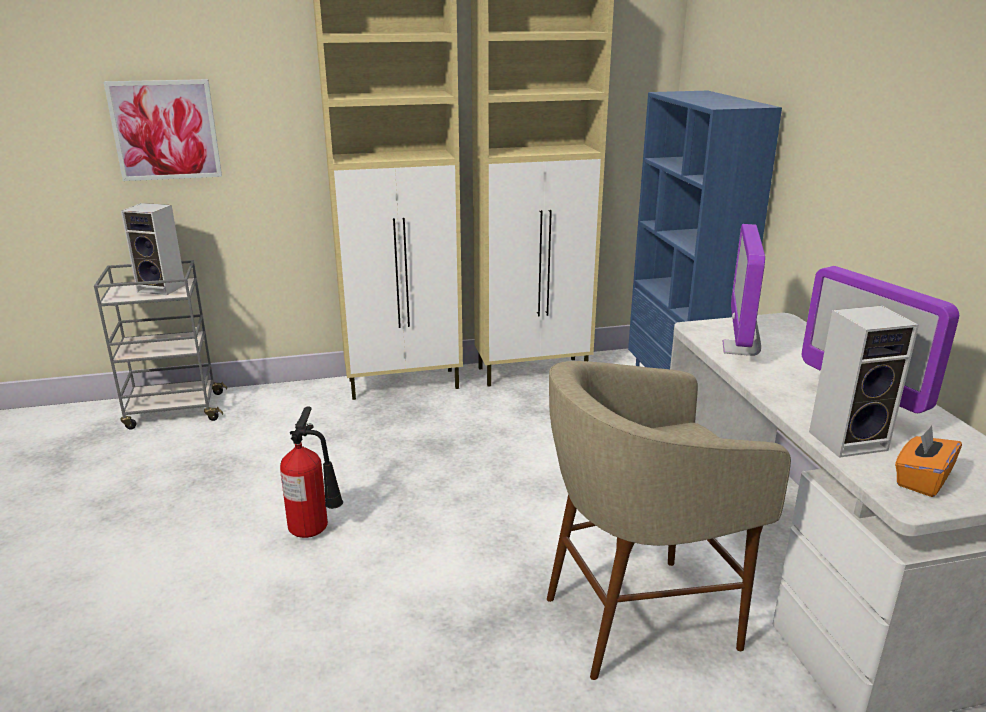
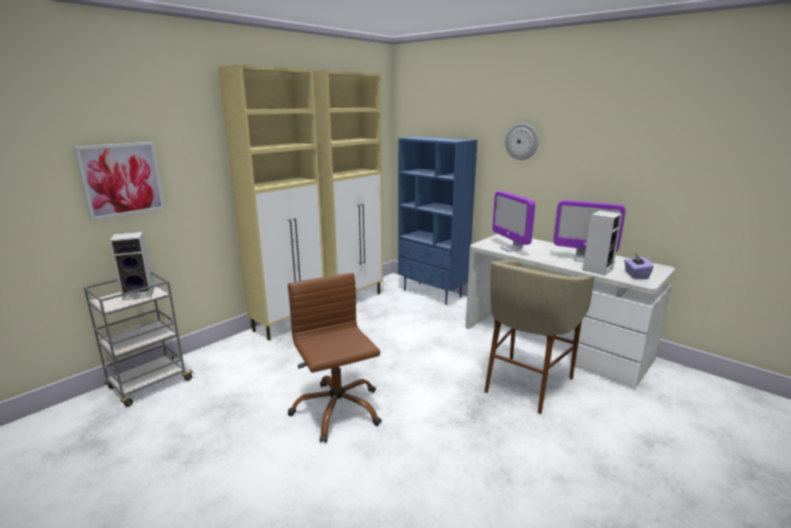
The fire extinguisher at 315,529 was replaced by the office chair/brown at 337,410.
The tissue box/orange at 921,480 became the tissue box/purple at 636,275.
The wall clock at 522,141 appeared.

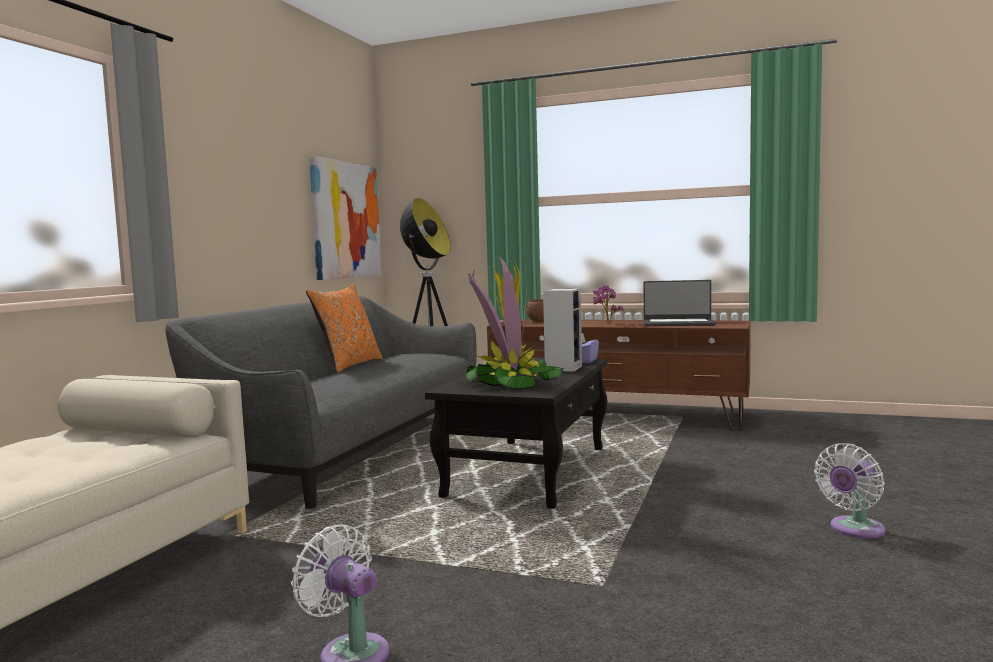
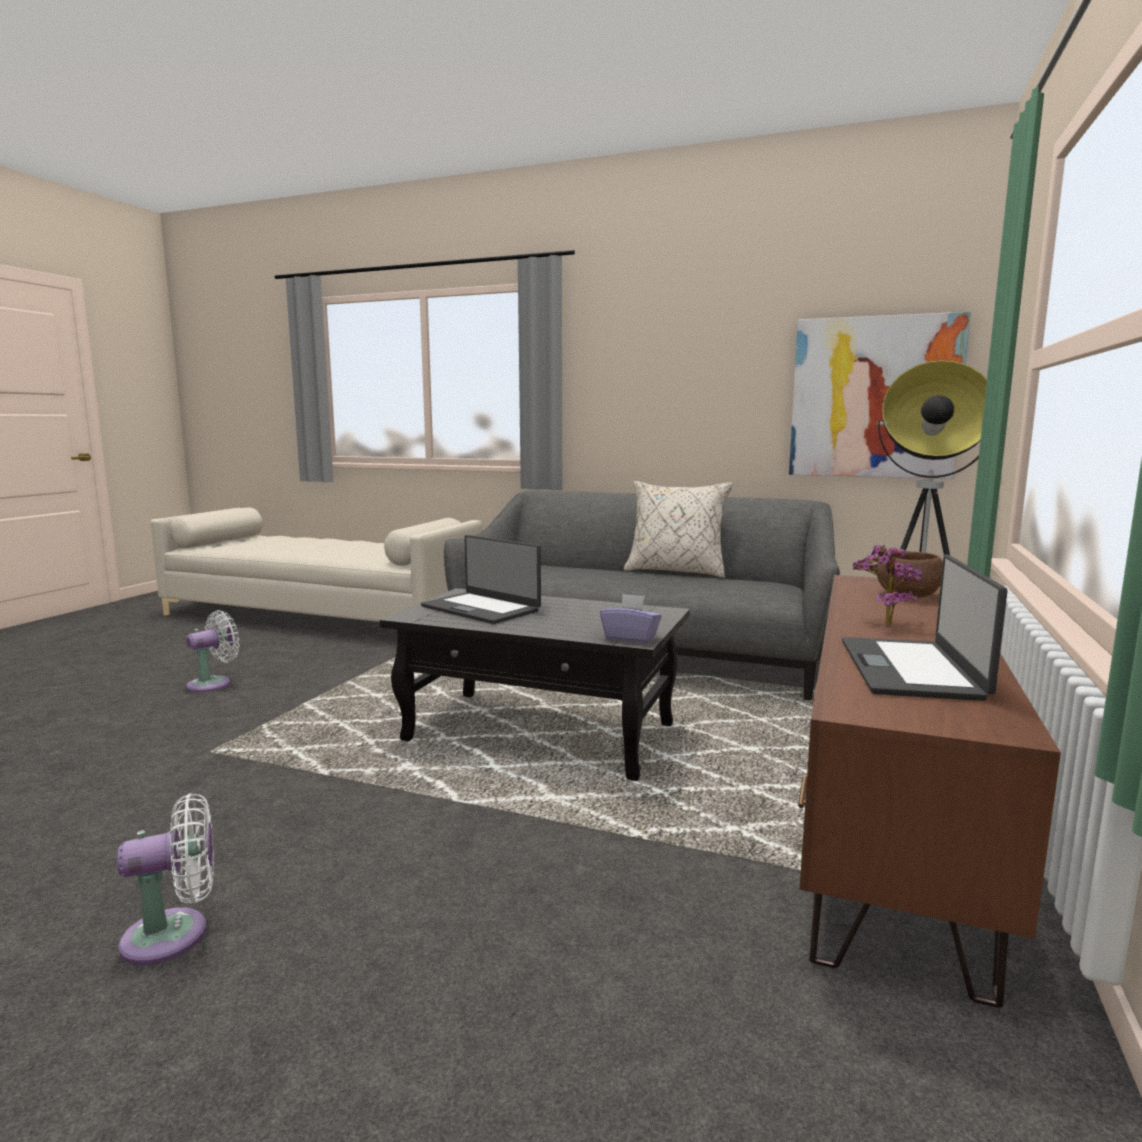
The pillow/orange at 348,366 became the pillow/beige at 676,572.
The potted plant at 510,382 was replaced by the laptop at 481,608.
The speaker at 563,368 disappeared.
The fan/white at 854,530 turned 105 degrees clockwise.

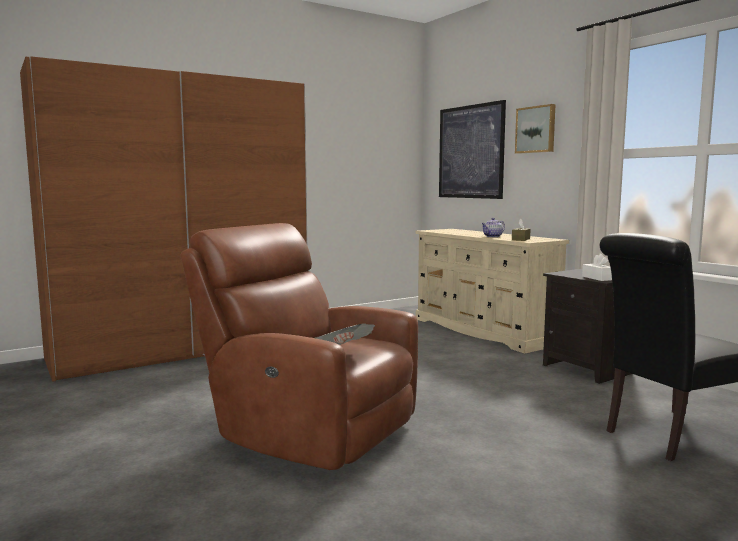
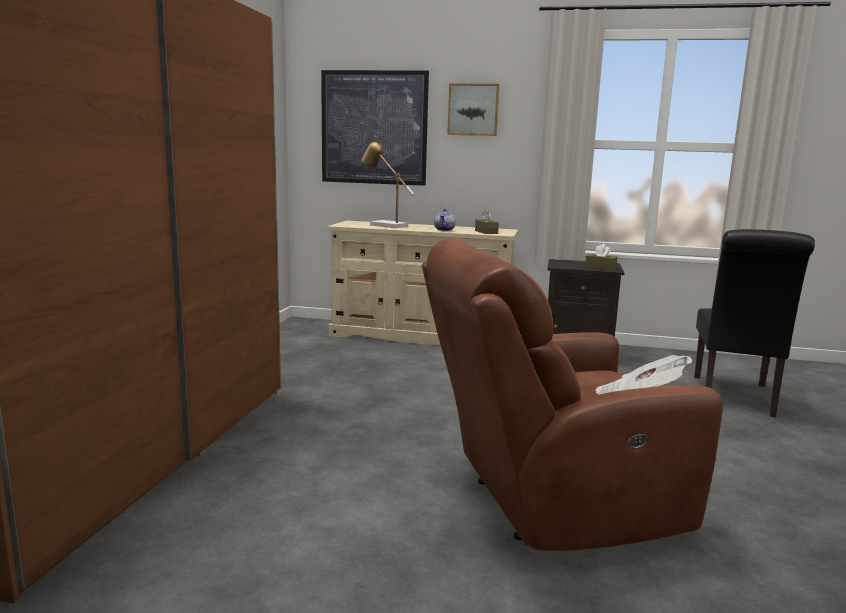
The tissue box/white at 597,278 became the tissue box/brown at 600,268.
The table lamp at 384,225 appeared.

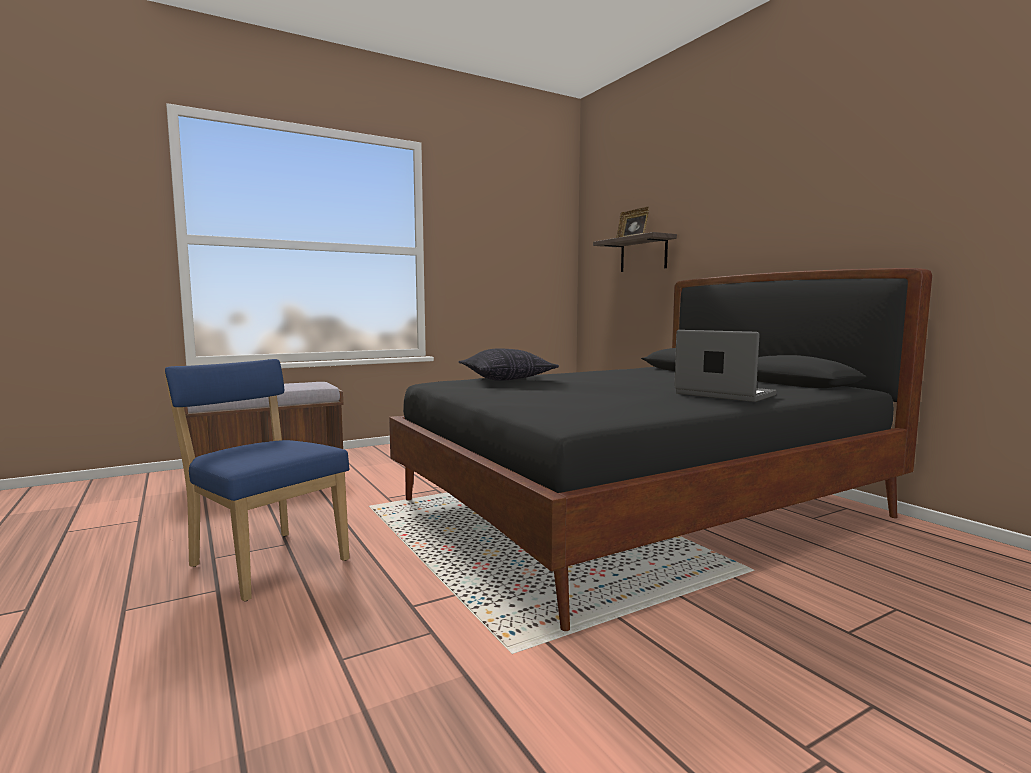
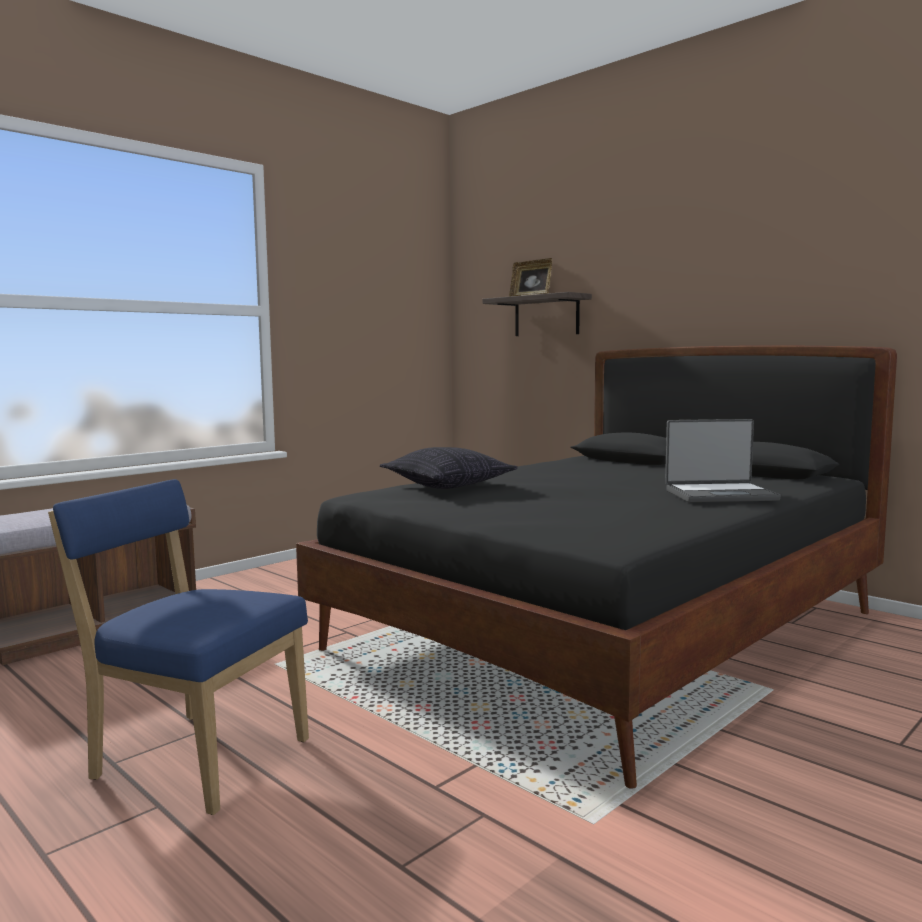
The laptop at 723,394 turned 150 degrees clockwise.

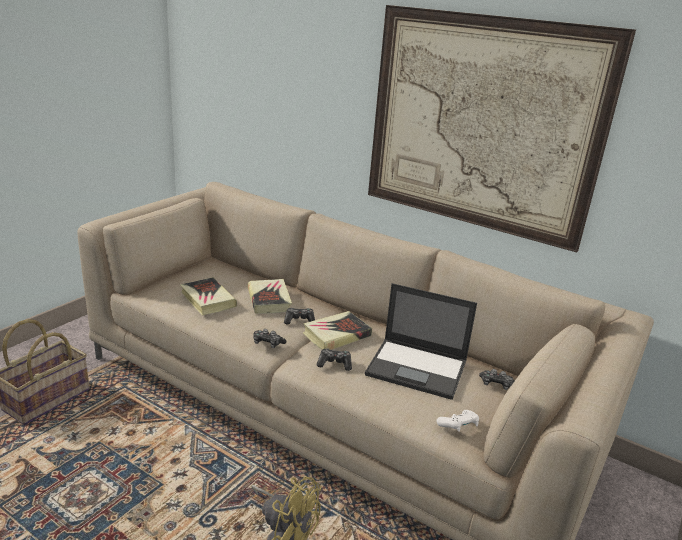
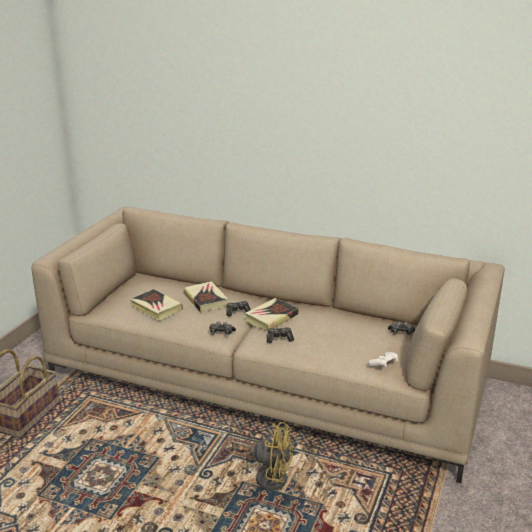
The laptop at 418,368 disappeared.
The picture at 481,125 disappeared.

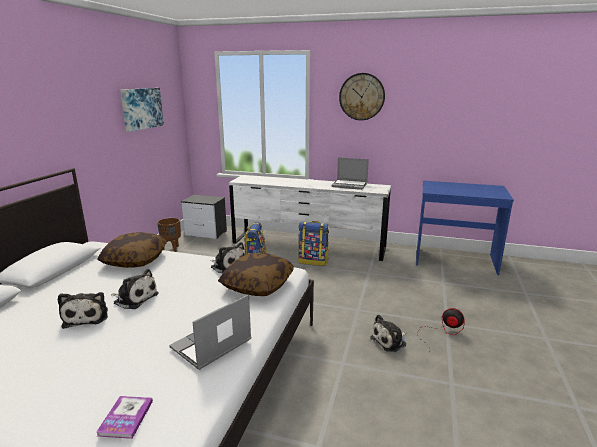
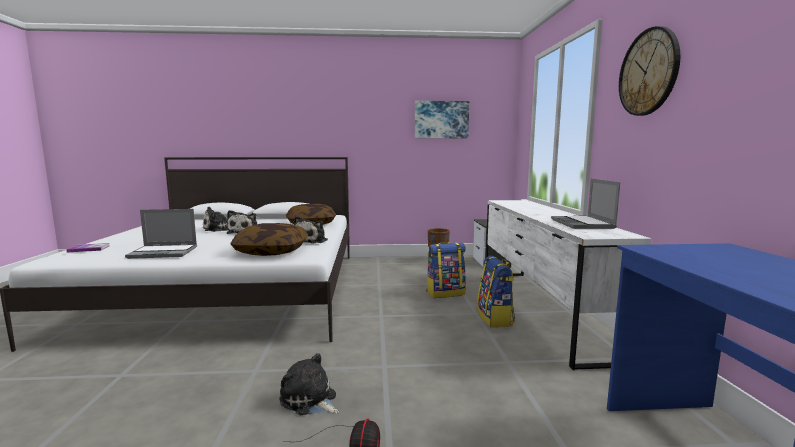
The laptop at 211,345 turned 150 degrees clockwise.

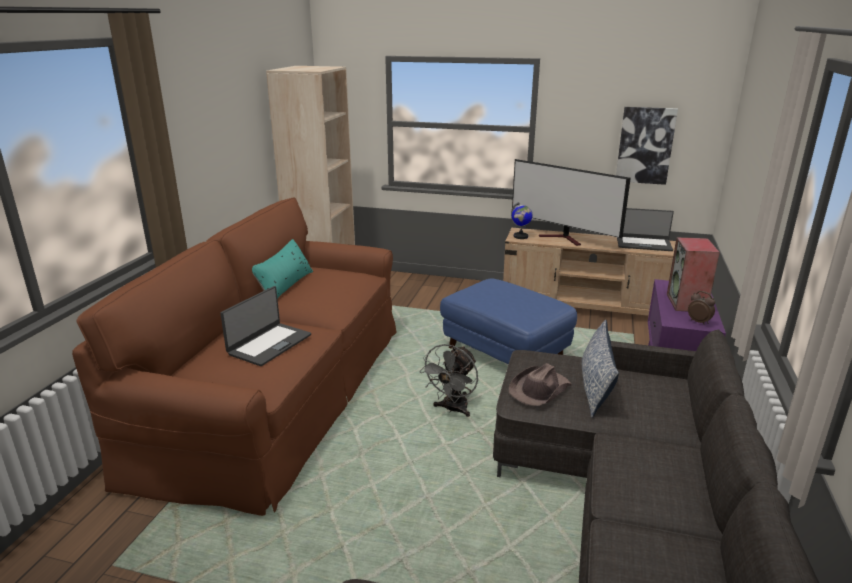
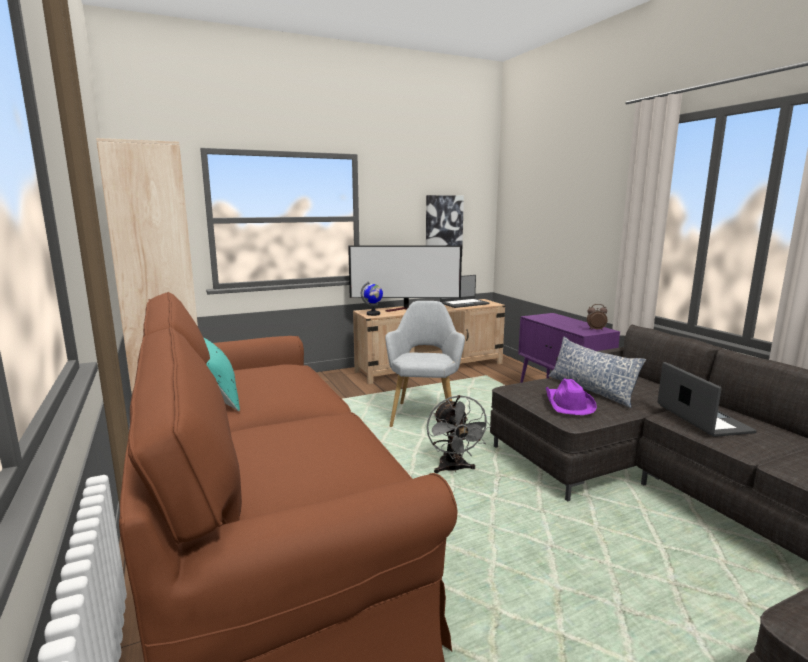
The laptop moved from 269,344 to 702,418.
The ottoman/blue at 505,352 was replaced by the armchair/grey at 424,414.
The hat/brown at 539,389 became the hat/purple at 568,404.
The speaker at 687,303 disappeared.

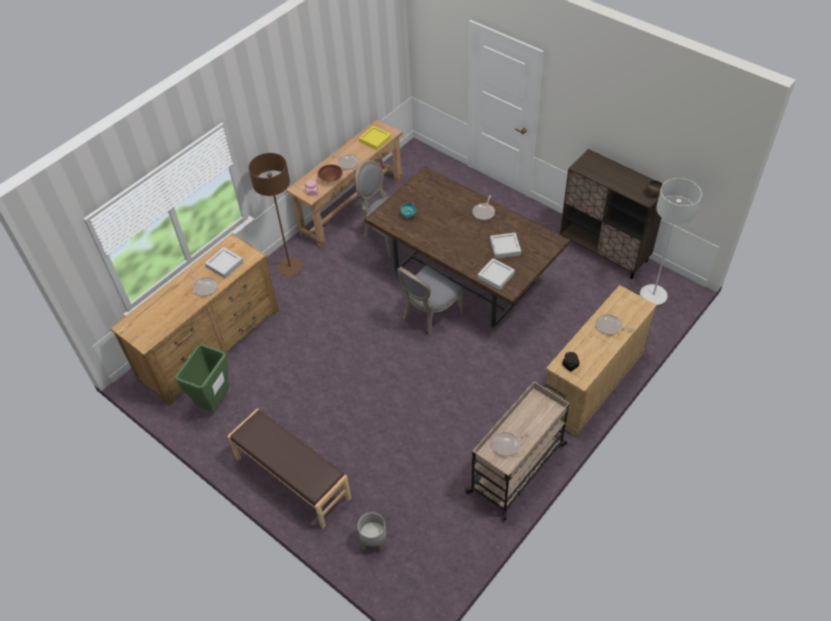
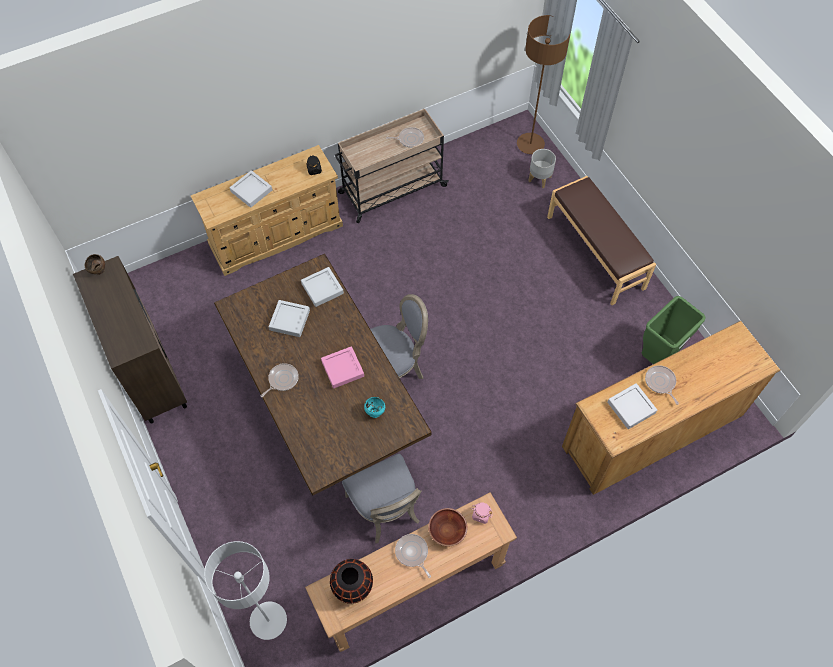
The floor lamp/brown moved from 290,267 to 530,144.
The tray/yellow at 375,140 was replaced by the vase/black at 352,586.
The frying pan at 609,326 was replaced by the tray/grey at 251,191.
The floor lamp/grey moved from 653,295 to 268,621.
The tray/pink at 342,369 appeared.

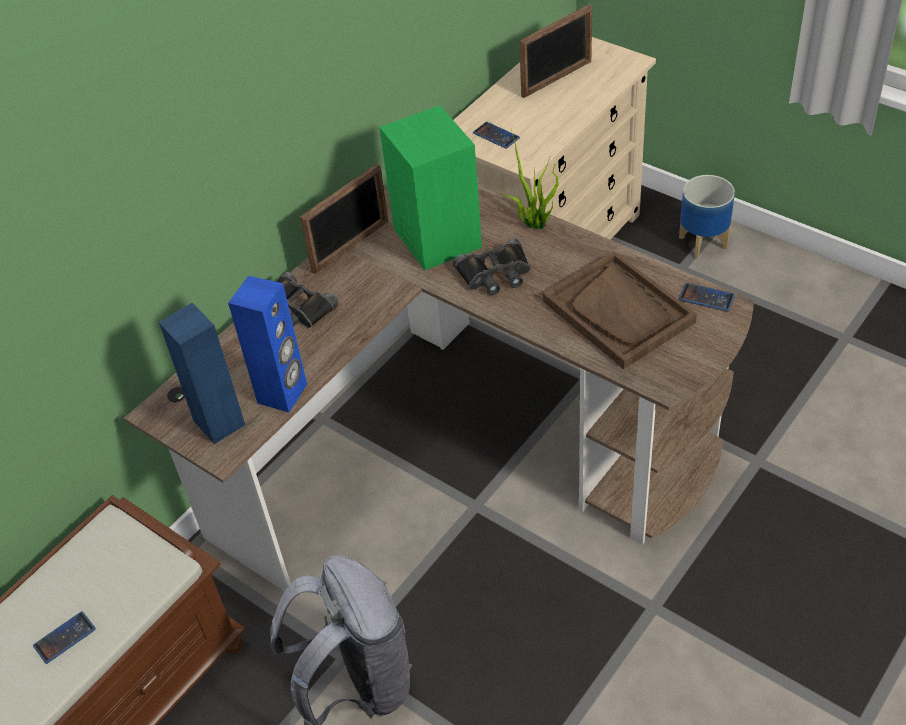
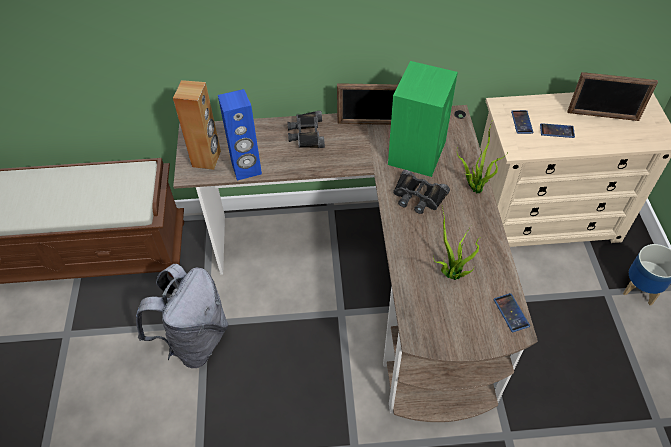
The phone moved from 65,638 to 557,131.
The speaker/blue at 220,422 became the speaker/brown at 207,159.
The tray/brown at 619,312 was replaced by the potted plant at 451,274.

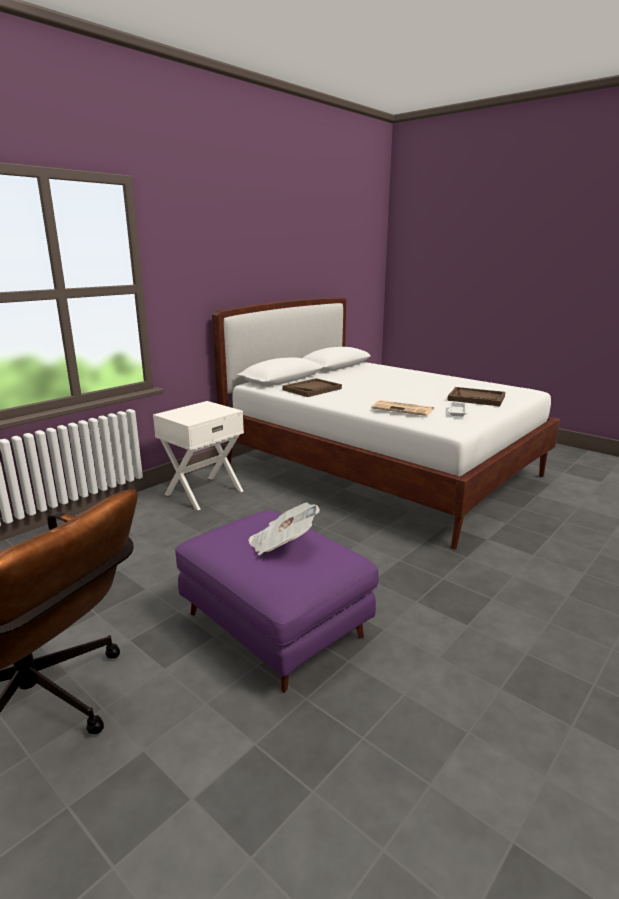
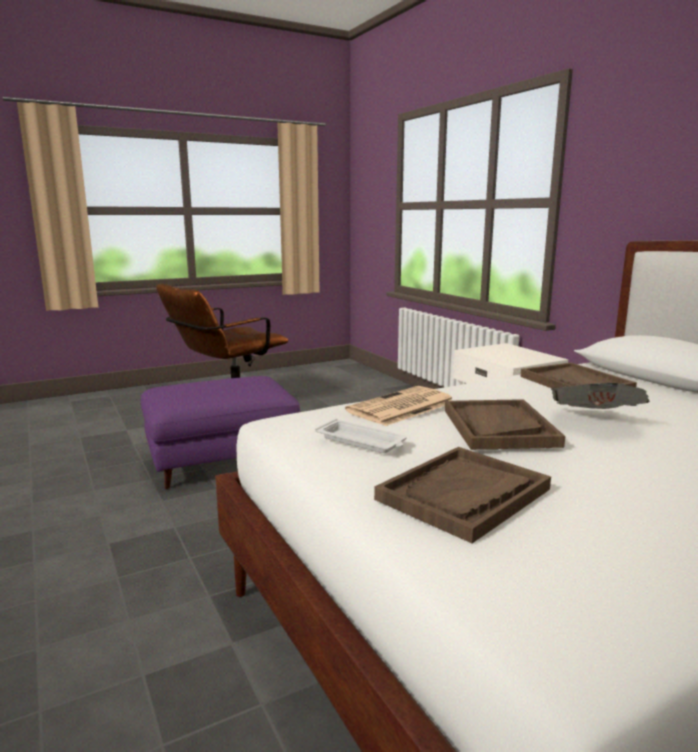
The newspaper moved from 282,544 to 595,421.
The tray/brown at 498,427 appeared.

